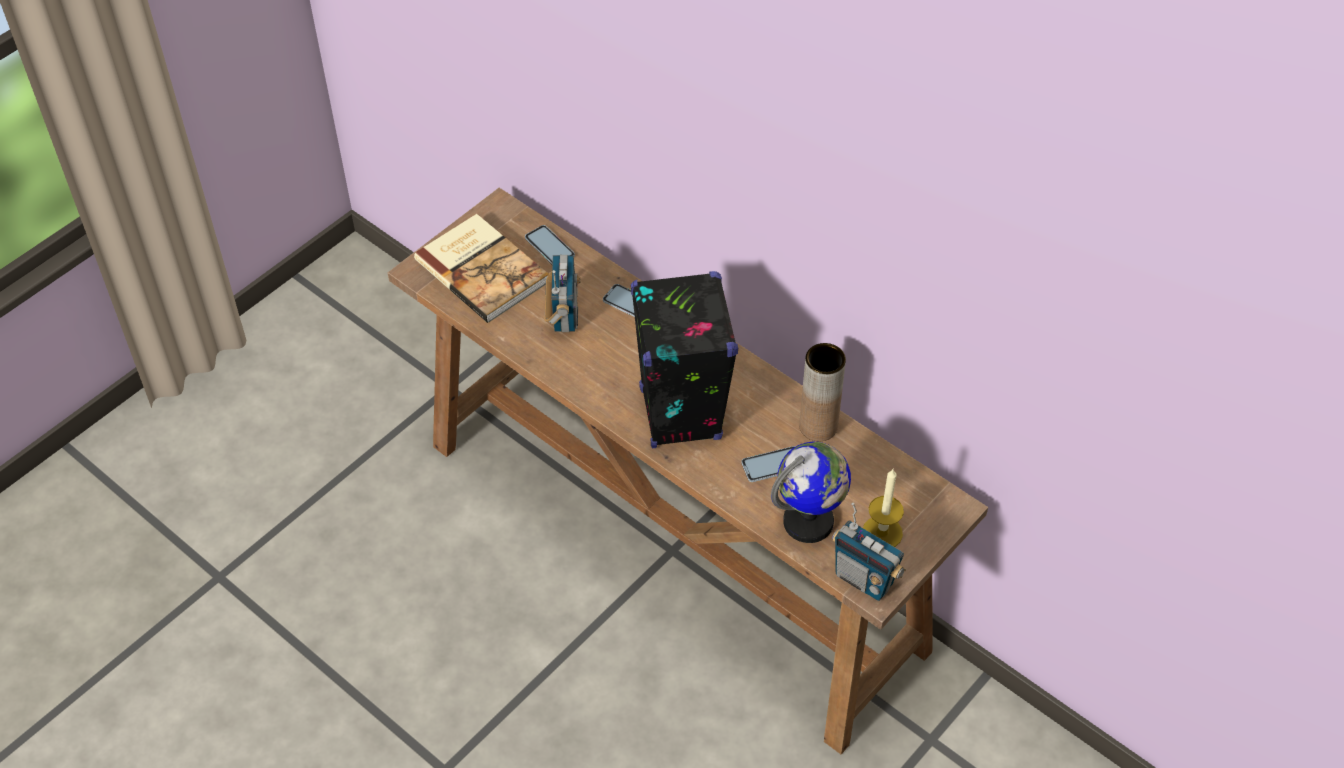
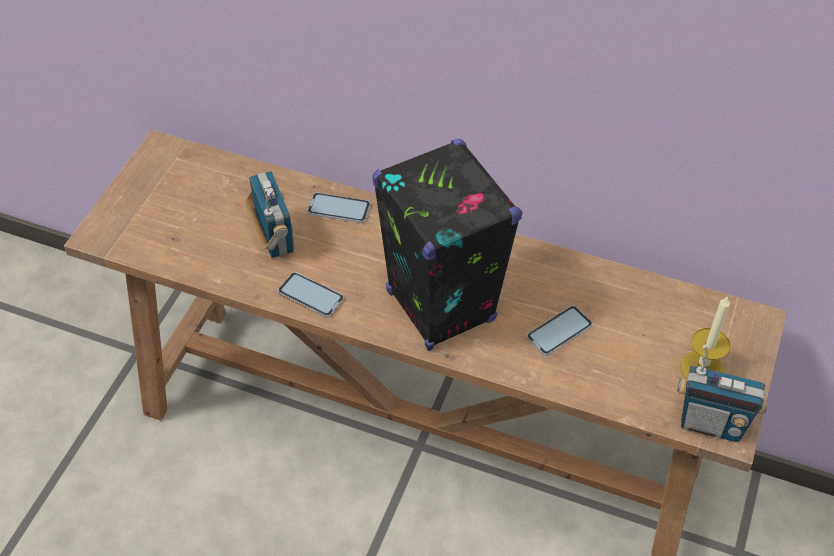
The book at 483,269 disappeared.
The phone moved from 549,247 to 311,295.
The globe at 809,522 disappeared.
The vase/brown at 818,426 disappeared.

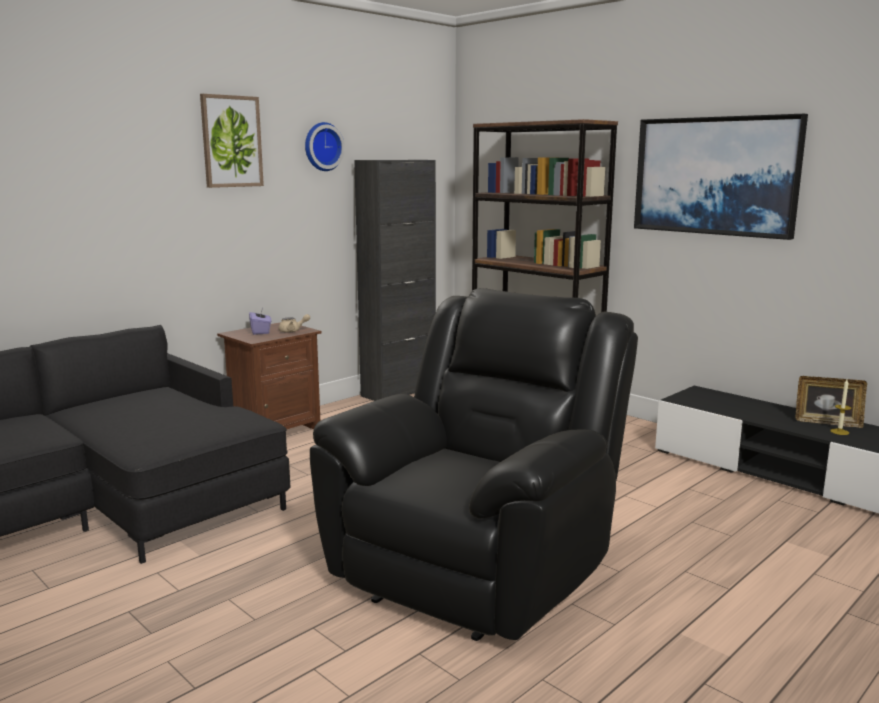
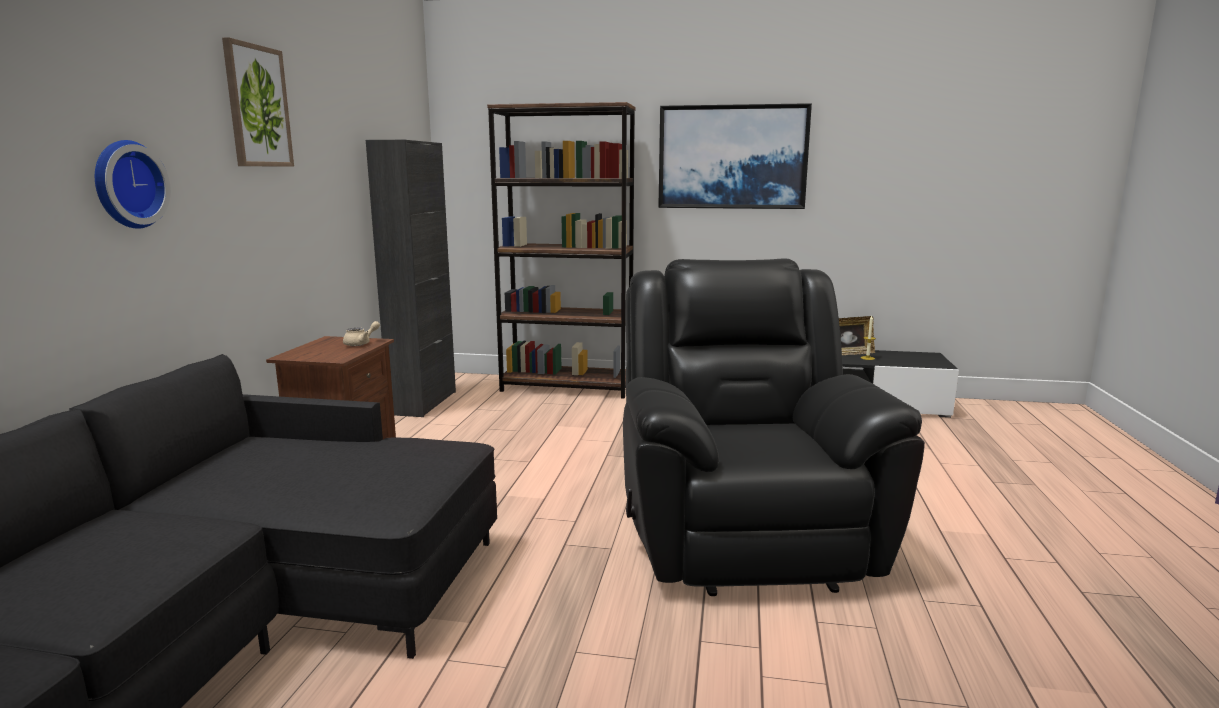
The tissue box/purple at 261,331 disappeared.
The wall clock moved from 322,147 to 126,184.

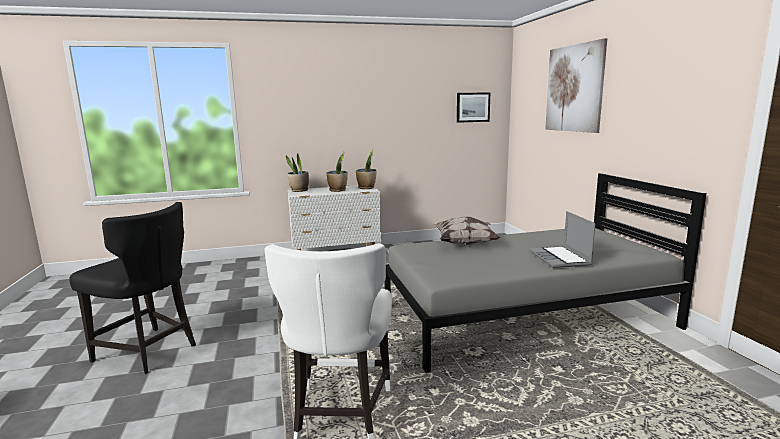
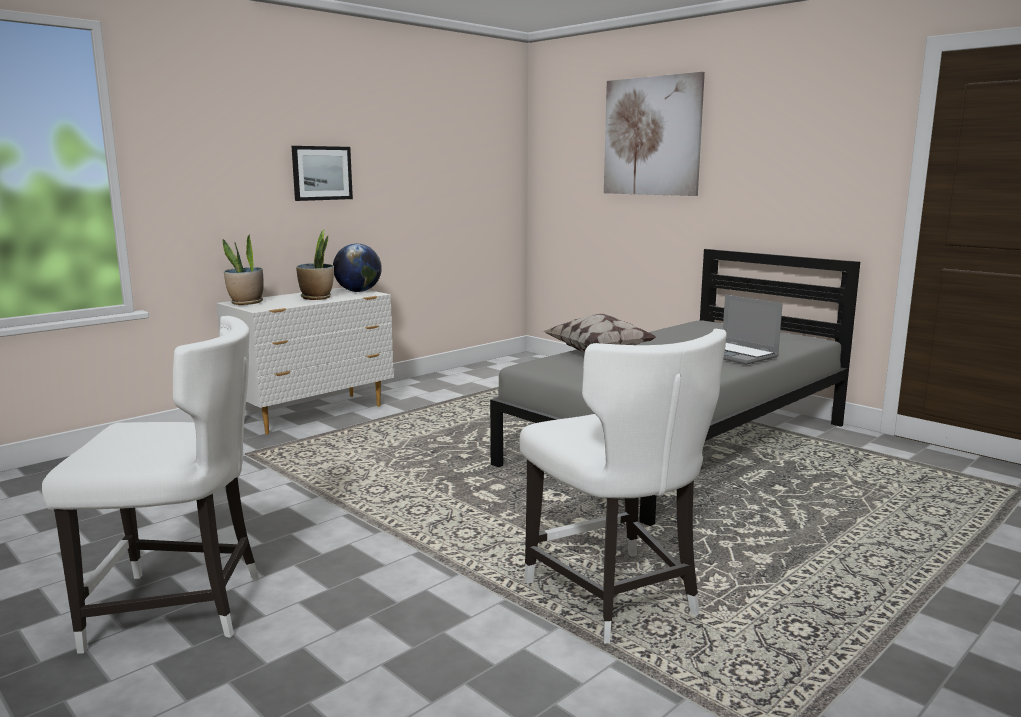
The chair/black at 148,352 became the chair/white at 181,609.
The potted plant at 366,188 was replaced by the globe at 358,291.
The picture moved from 473,107 to 321,173.

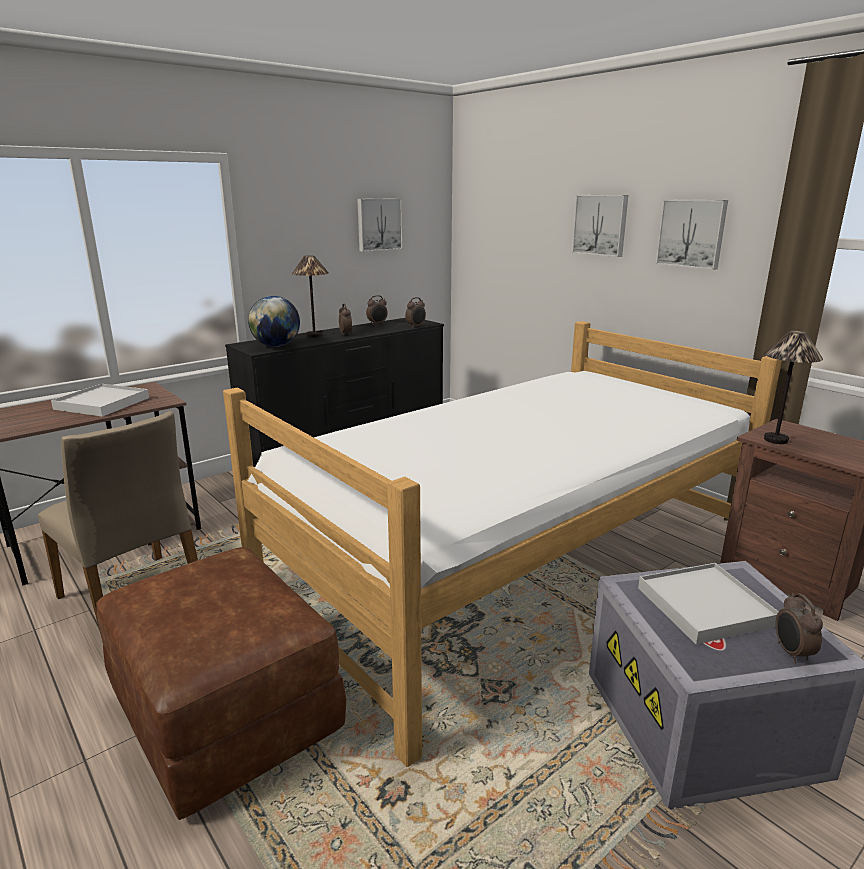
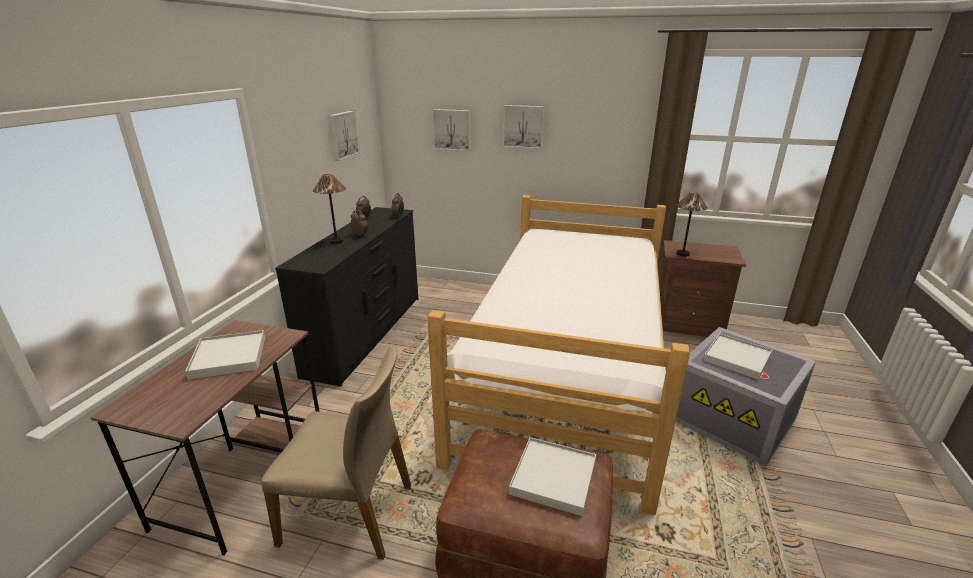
The globe at 276,346 disappeared.
The picture moved from 692,233 to 452,129.
The alarm clock at 791,653 disappeared.
The tray/white at 553,477 appeared.

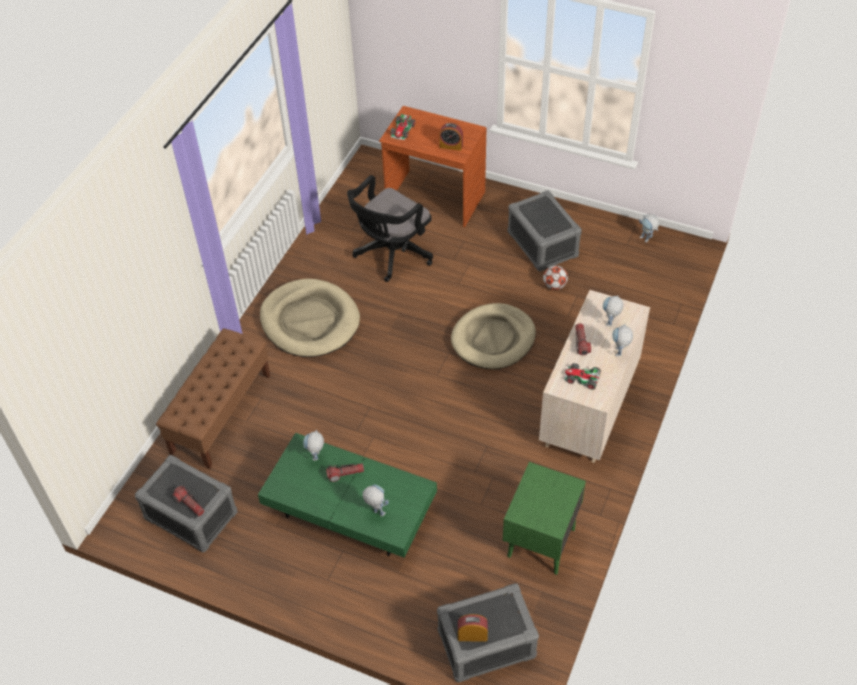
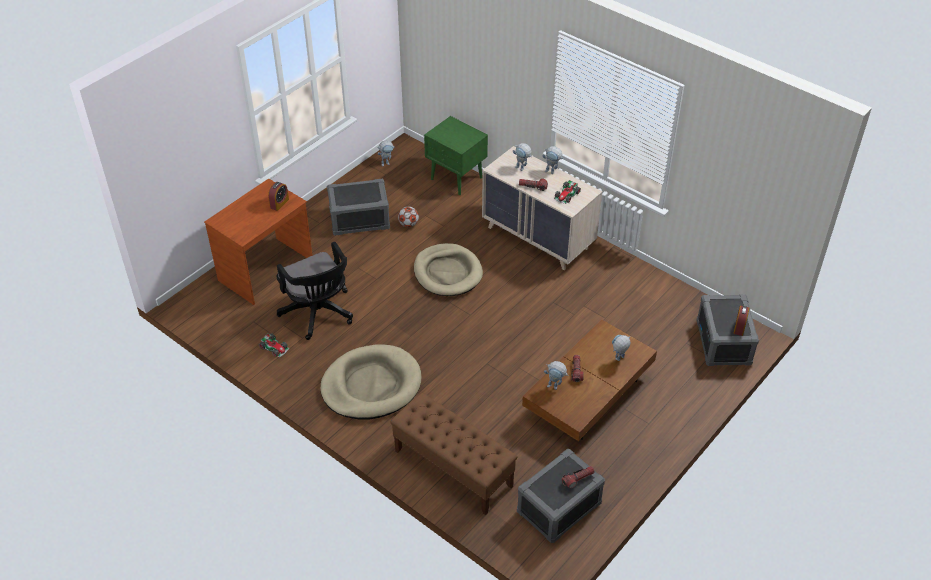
The coffee table/green at 350,511 became the coffee table/brown at 588,397.
The toy car moved from 402,130 to 274,347.
The nightstand/green moved from 540,543 to 457,179.

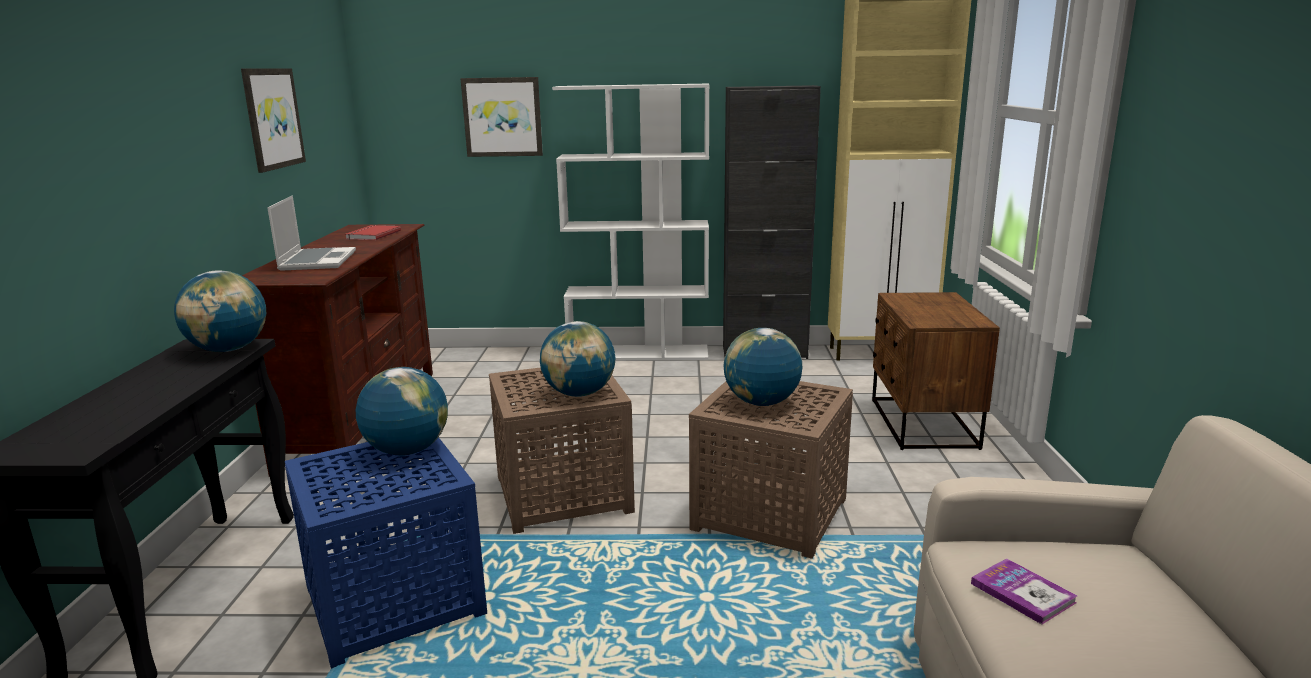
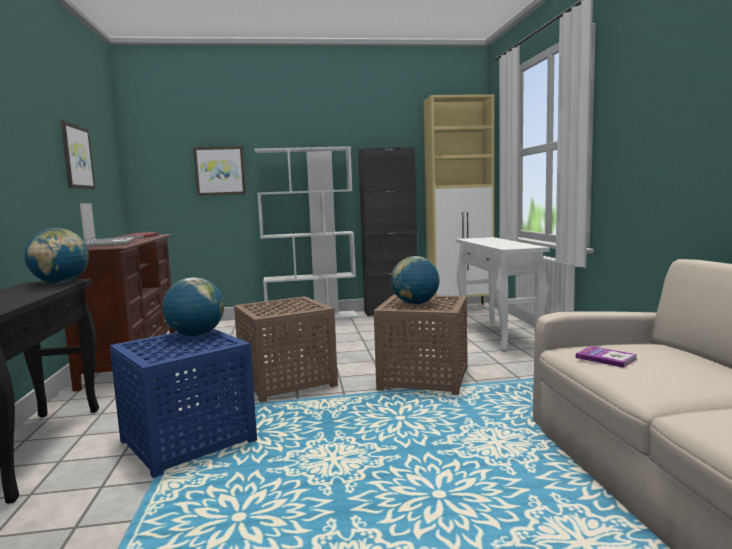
The globe at 579,393 disappeared.
The nightstand/brown at 922,424 was replaced by the console table/white at 498,334.

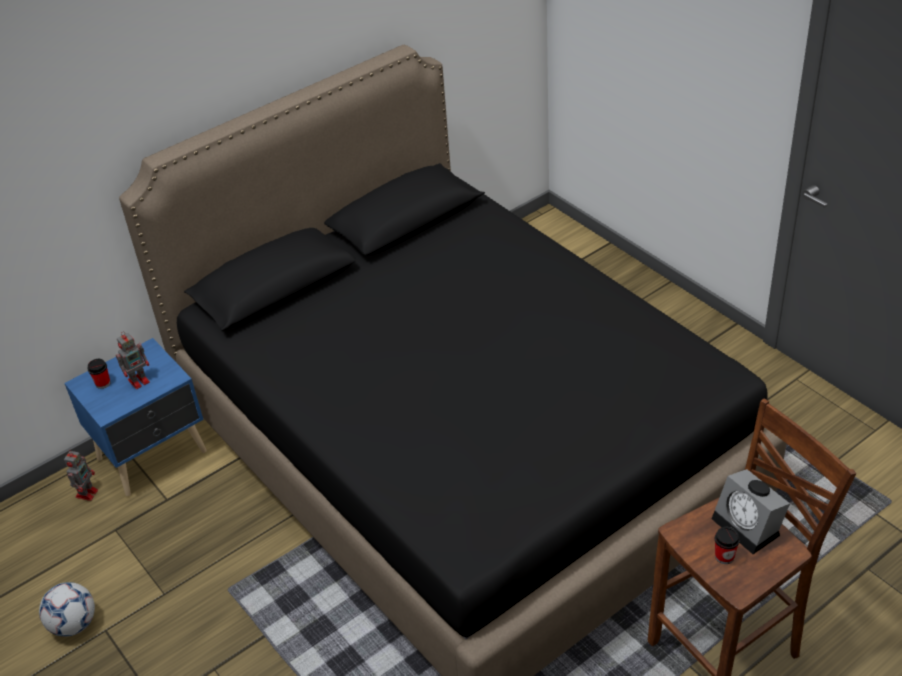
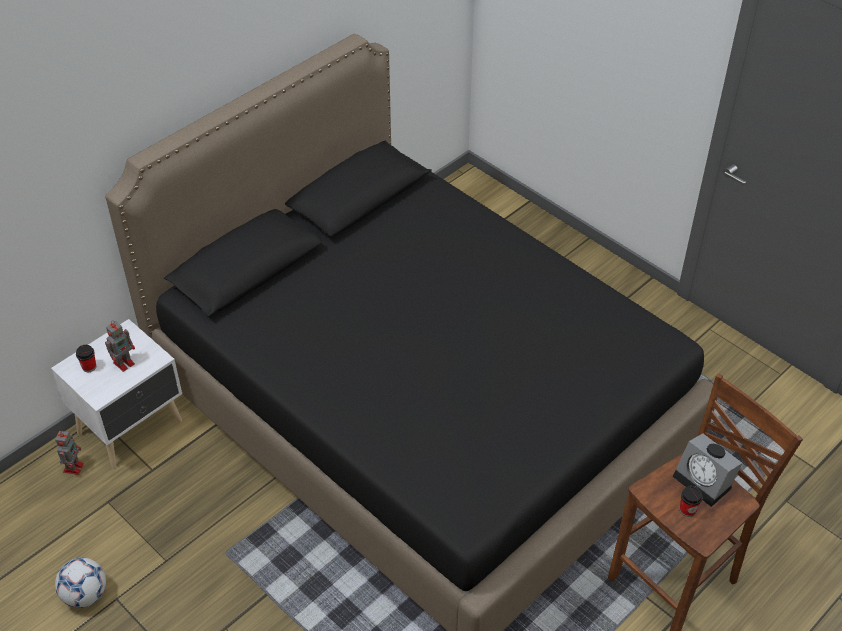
The nightstand/blue at 154,456 became the nightstand/white at 132,427.

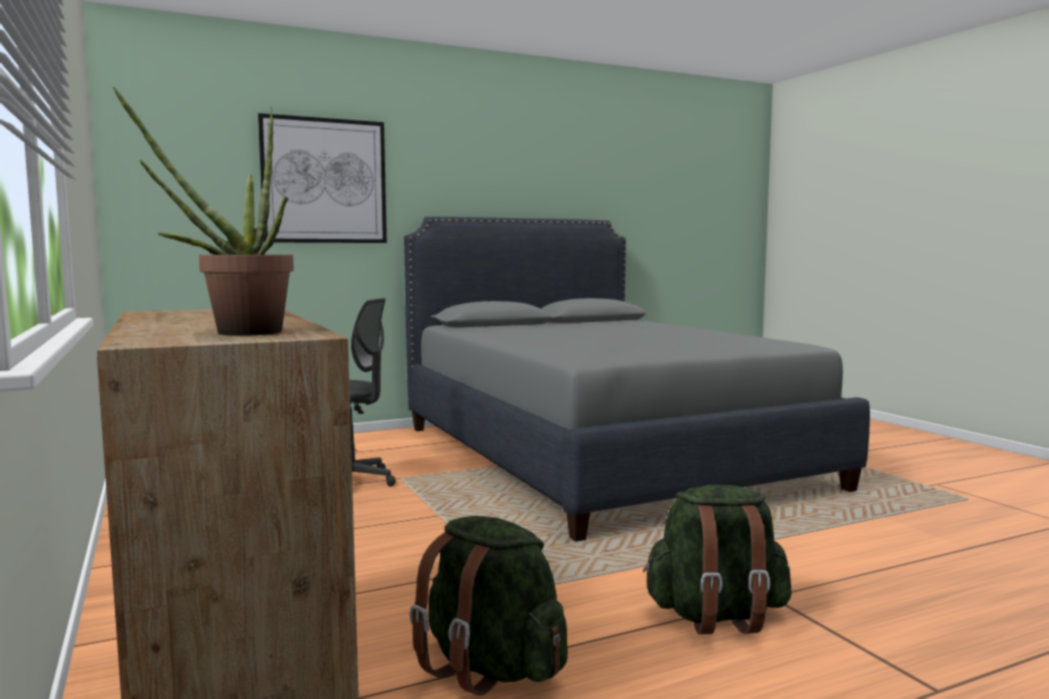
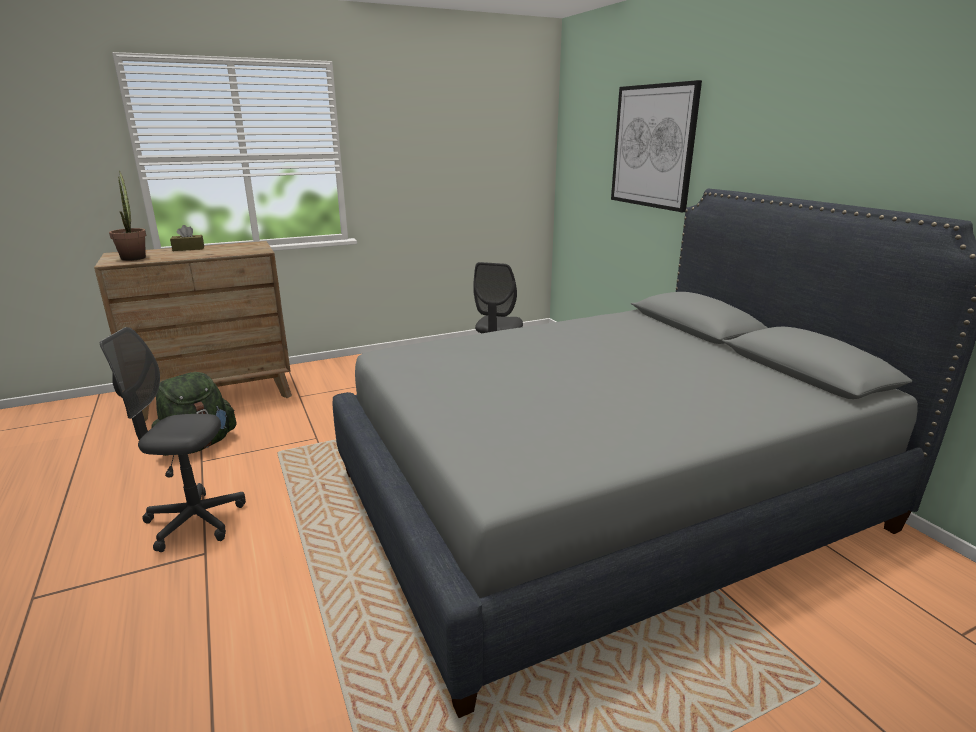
The backpack/green at 716,616 was replaced by the office chair/grey at 195,521.
The tissue box/brown at 188,248 appeared.

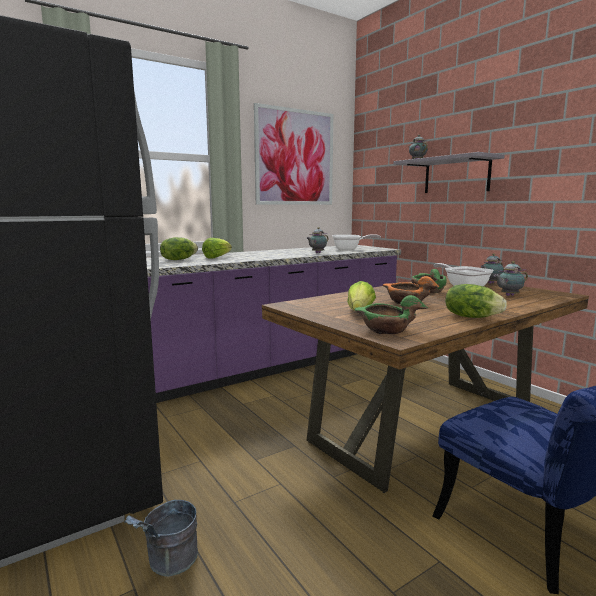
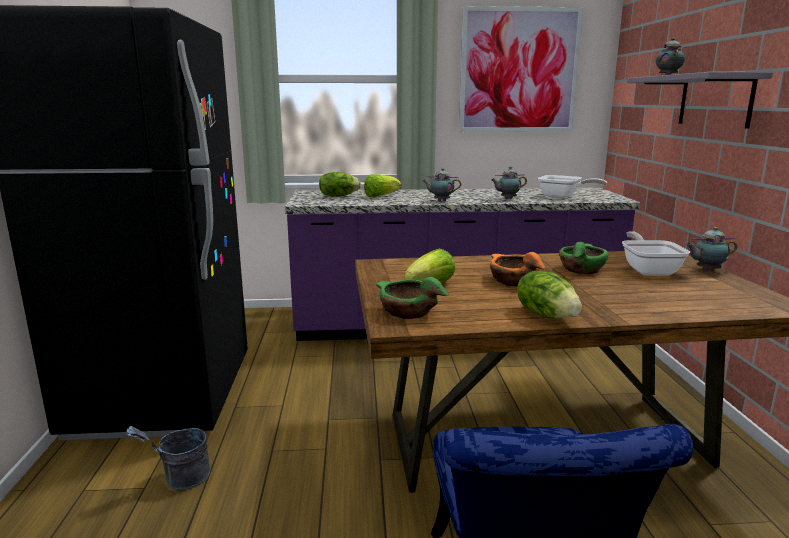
The teapot moved from 508,295 to 440,201.

